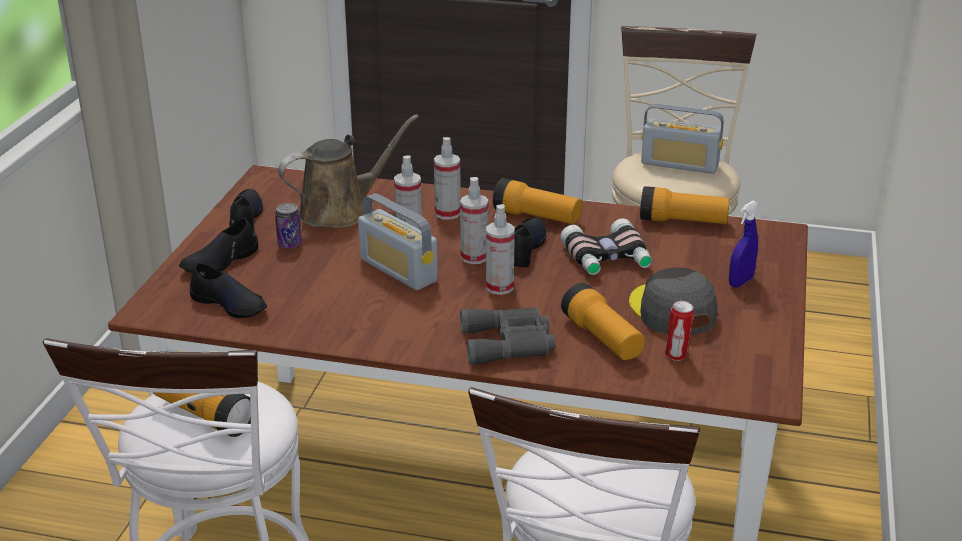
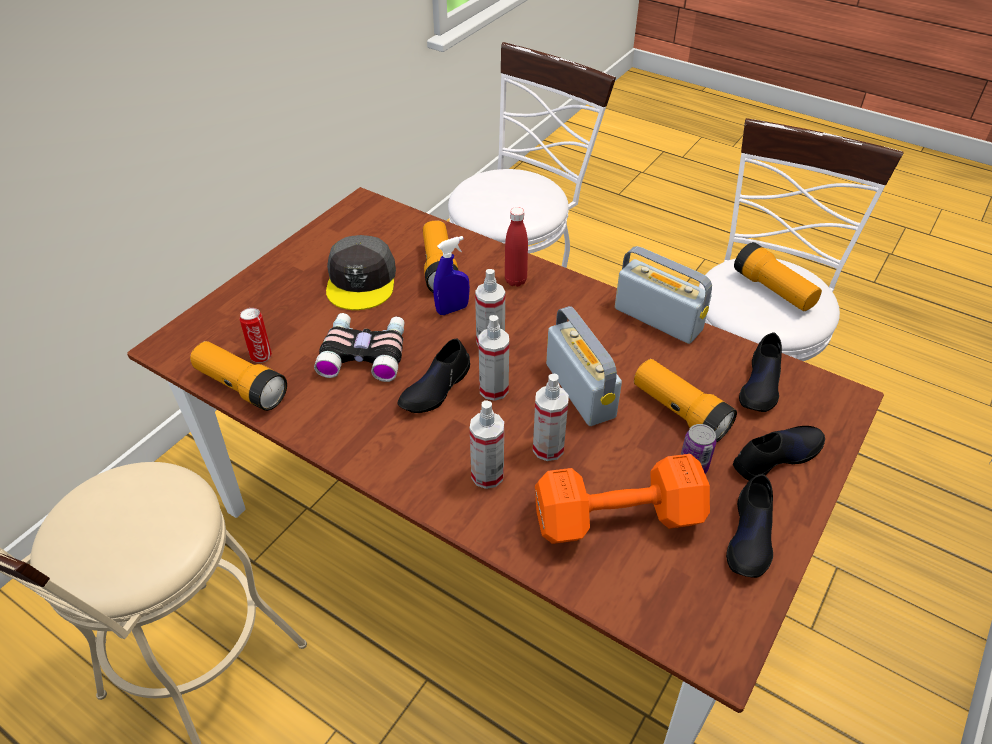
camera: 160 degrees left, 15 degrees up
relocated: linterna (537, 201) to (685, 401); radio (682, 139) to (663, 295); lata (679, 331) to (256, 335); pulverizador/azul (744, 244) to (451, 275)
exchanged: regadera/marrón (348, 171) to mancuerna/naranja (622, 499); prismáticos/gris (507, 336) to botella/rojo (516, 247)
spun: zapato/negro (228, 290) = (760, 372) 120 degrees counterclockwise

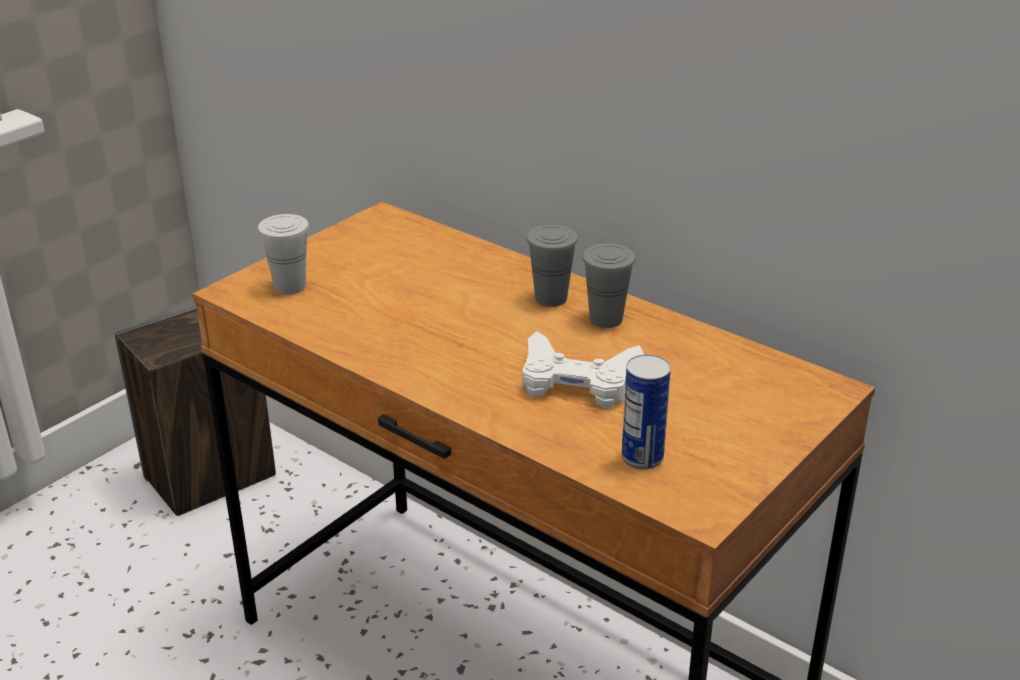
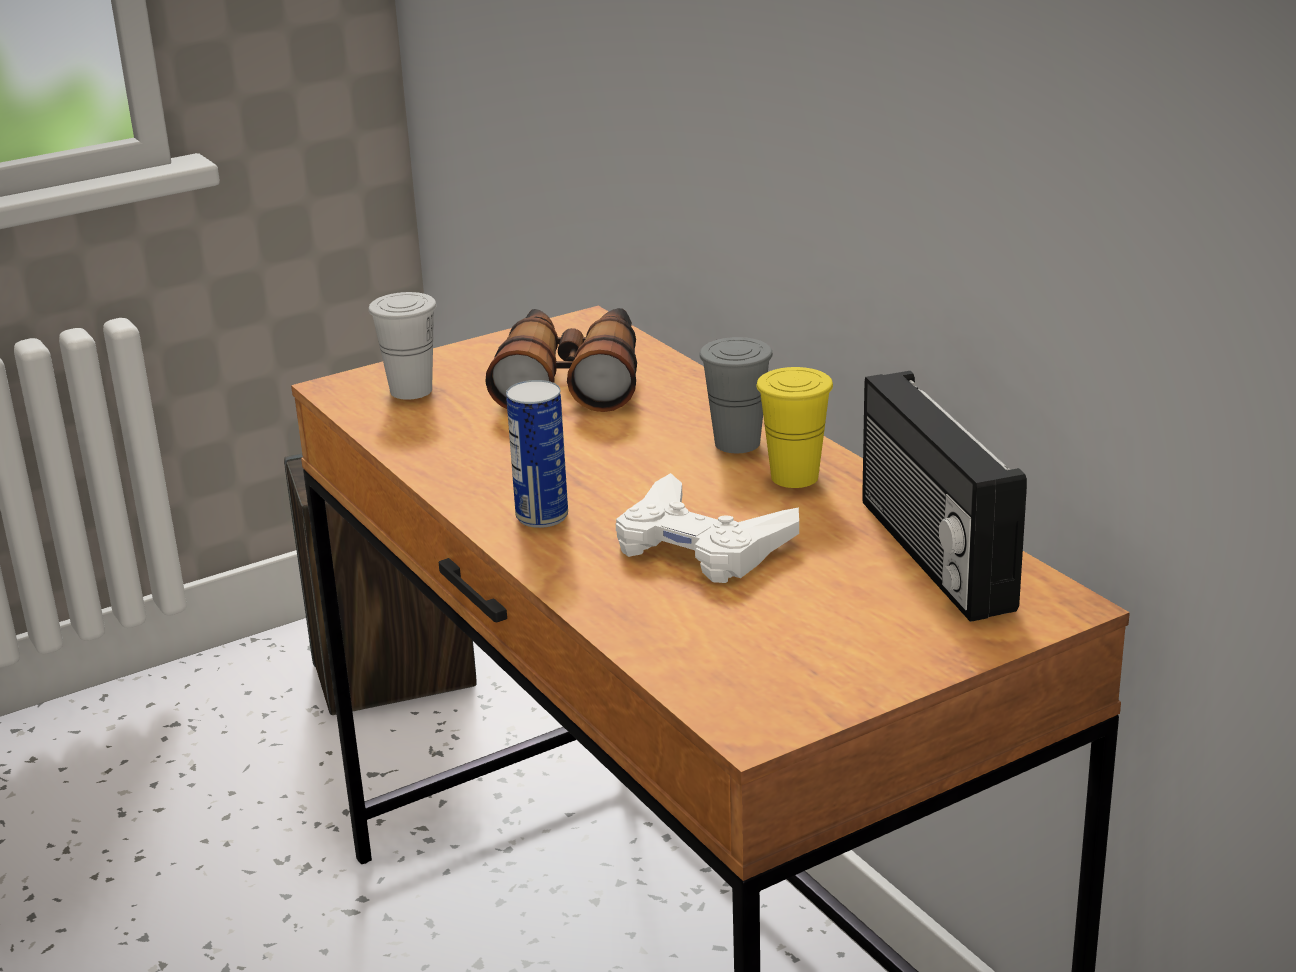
camera: 20 degrees right, 5 degrees down
appeared: prismáticos (561, 360); radio (944, 496)
relocated: lata (646, 412) to (537, 454)
colour: taza/gris (609, 286) to taza/amarillo (795, 427)

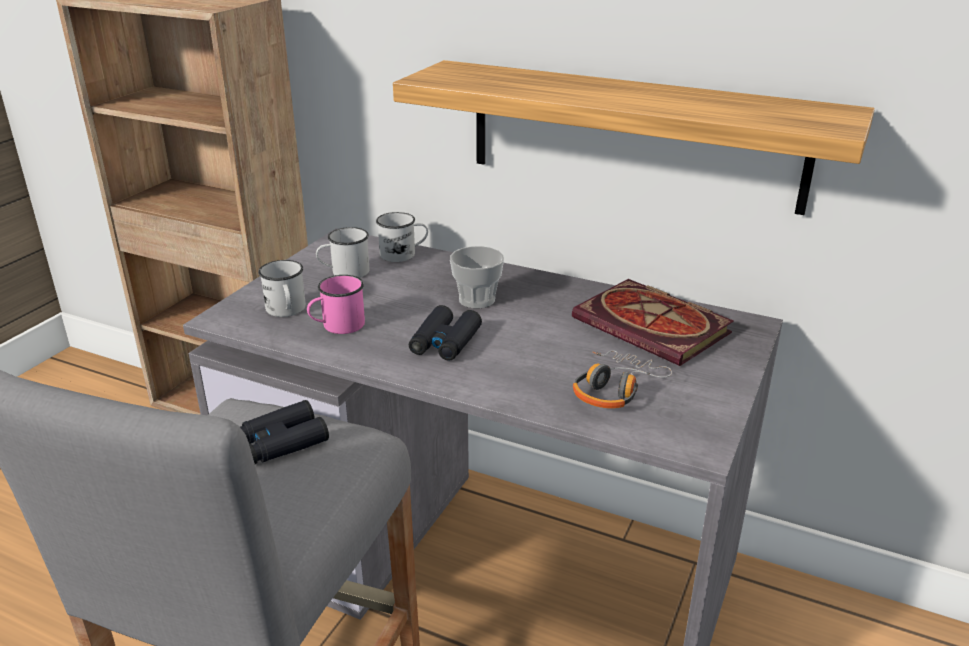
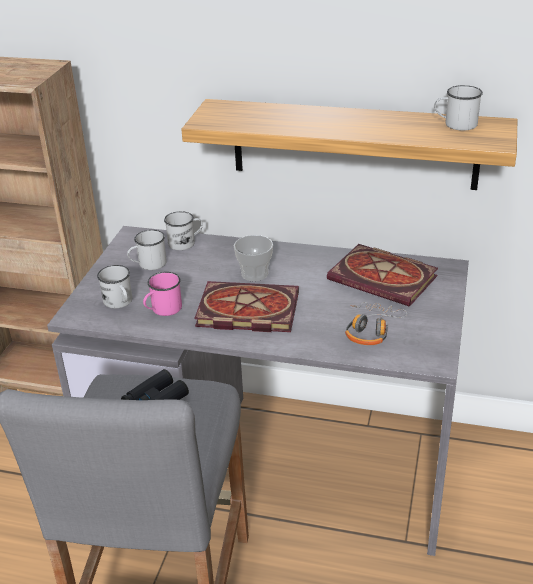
camera: 10 degrees left, 5 degrees up
appeared: taza grande/blanco (458, 108)
exchanged: prismáticos/negro (445, 333) to libro (246, 306)

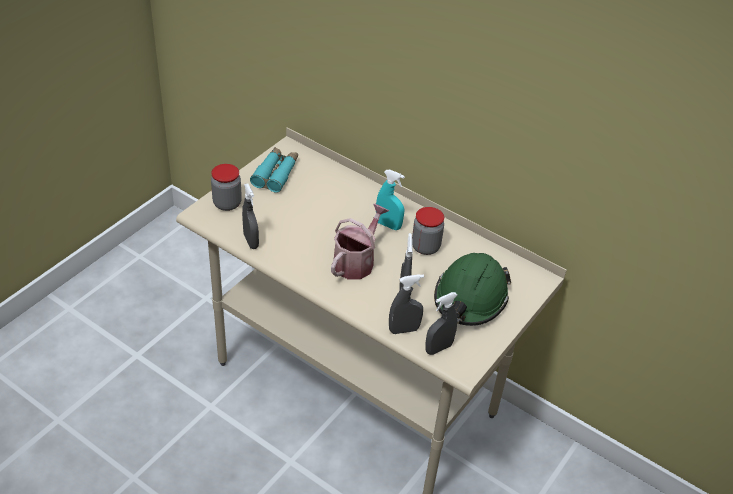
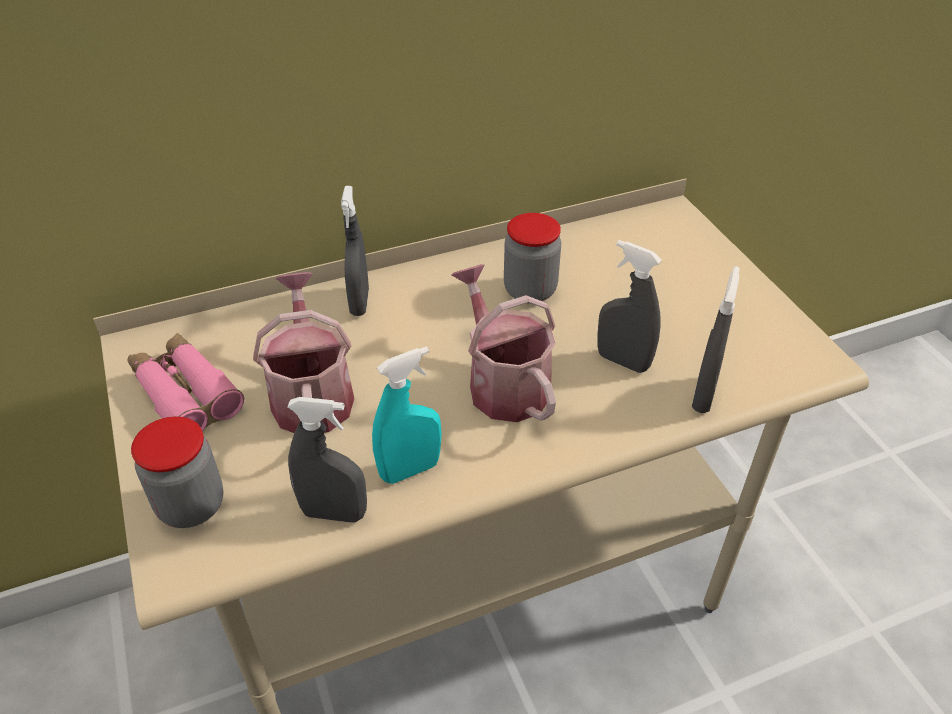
camera: 55 degrees left, 0 degrees up
missing: casco/verde (472, 289)
appeared: regadera (303, 352)
relocated: pulverizador/turquesa (390, 199) to (407, 415); pulverizador/gris (441, 323) to (355, 251)
colour: prismáticos/turquesa (274, 170) to prismáticos/rosa (186, 382)

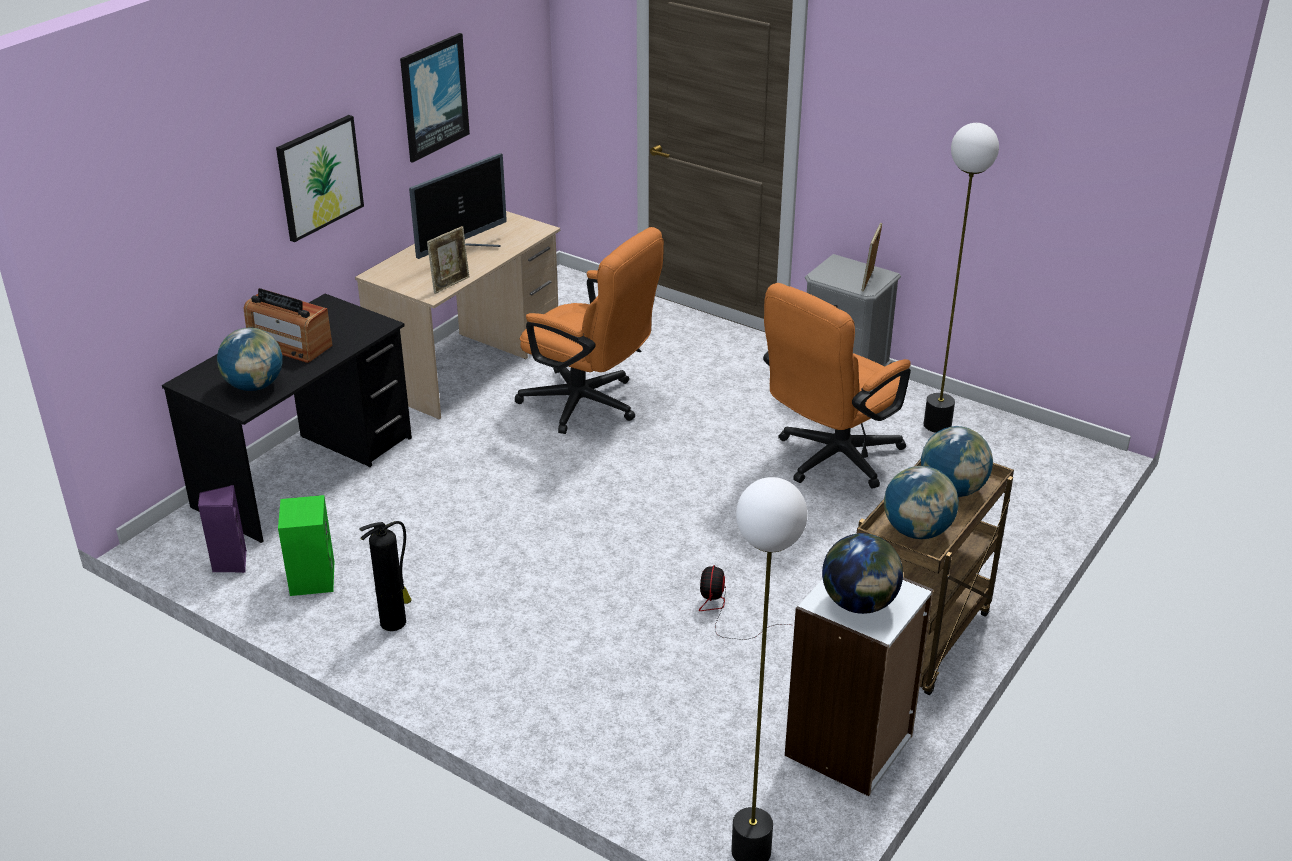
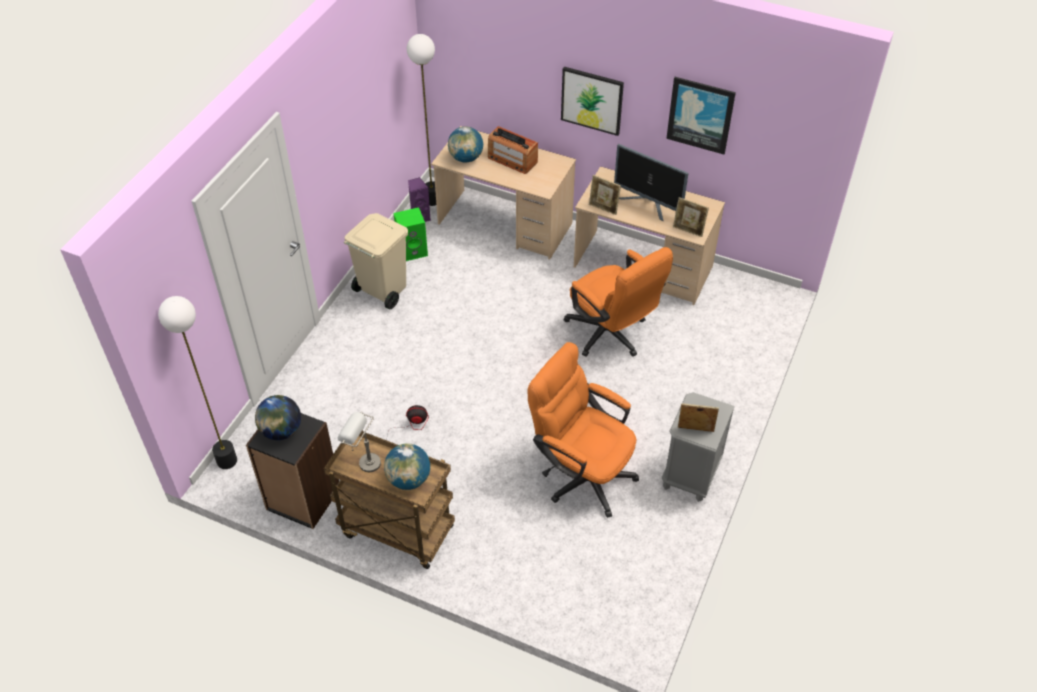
camera: 80 degrees right, 15 degrees up
appeared: portarretratos (691, 217)
relocated: lámpara de pie (961, 278) to (421, 120)
exchanged: extintor (385, 576) to papelera/beis (376, 261); globo terráqueo (921, 502) to lámpara de mesa/gris (359, 442)
colour: escritorio/negro (287, 418) to escritorio/beis (503, 193); estantería/blanco (859, 686) to estantería/negro (292, 471)
spun: radio (288, 325) = (513, 150) 75 degrees counterclockwise; silla de oficina/naranja (589, 330) = (618, 302) 60 degrees counterclockwise

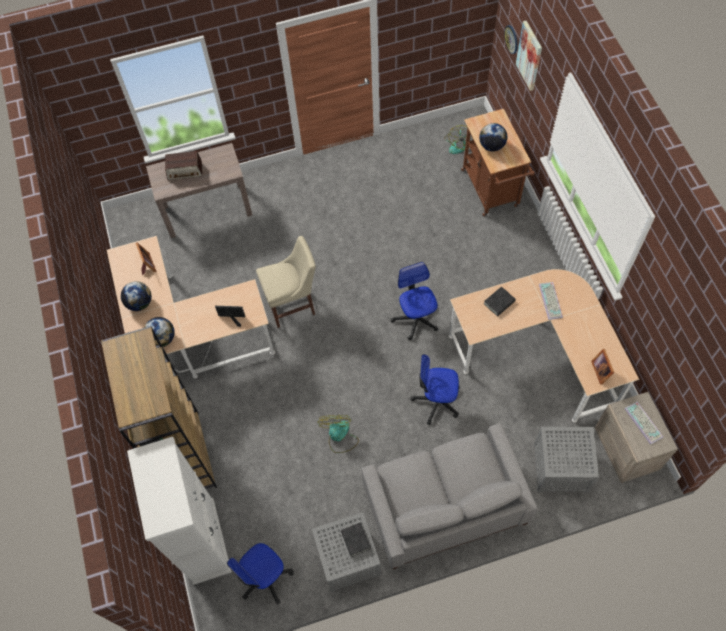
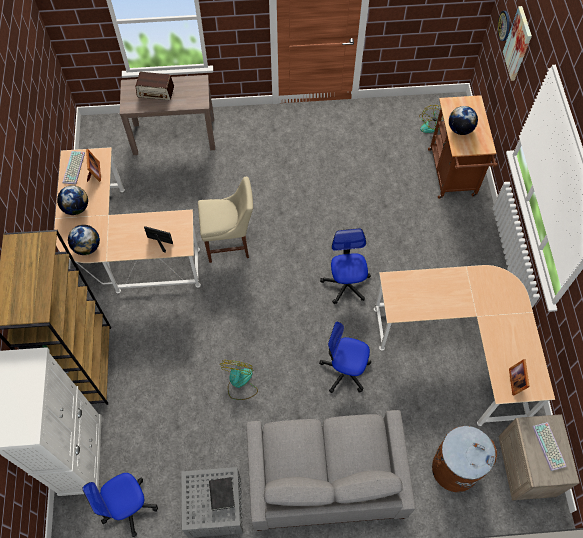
camera: 10 degrees right, 0 degrees up
missing: libro/negro (500, 301)
relocated: teclado (551, 301) to (73, 167)
exchanged: mesa auxiliar/gris (566, 460) to papelera/marrón (464, 459)

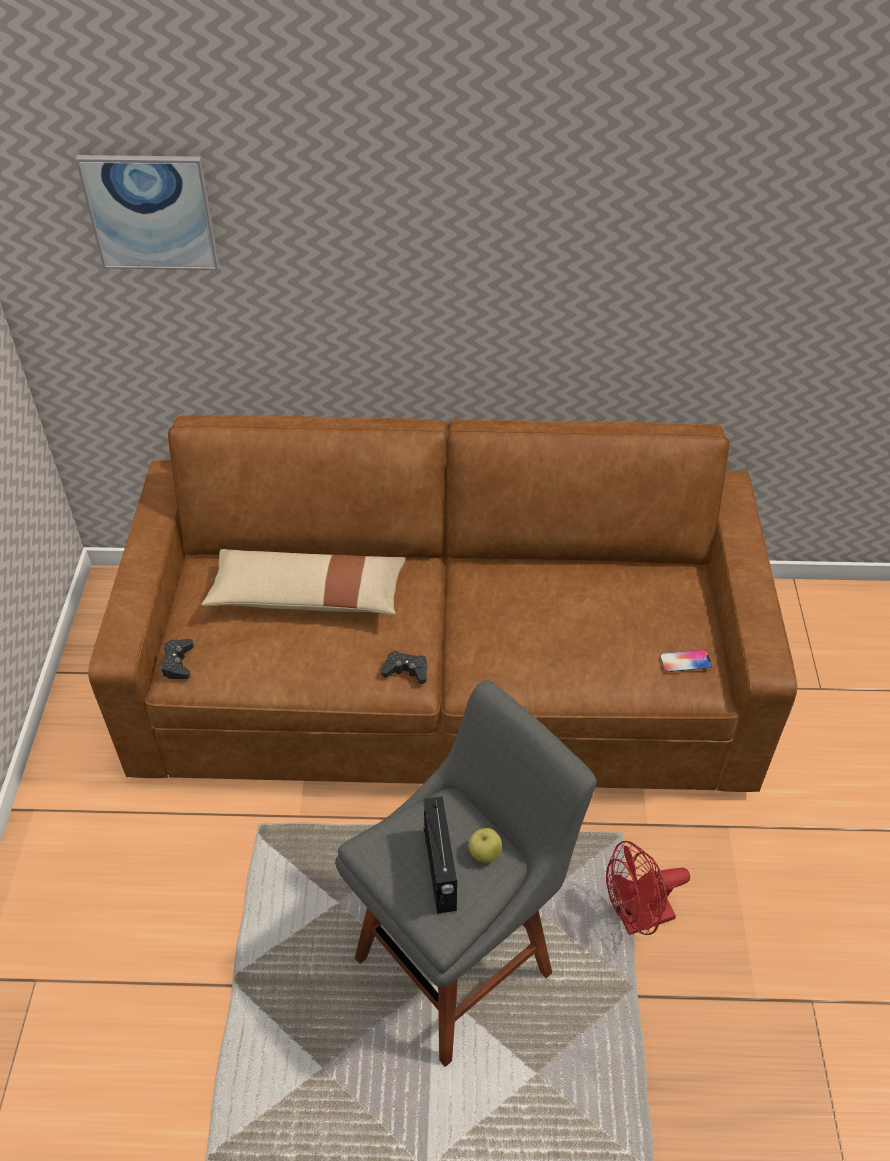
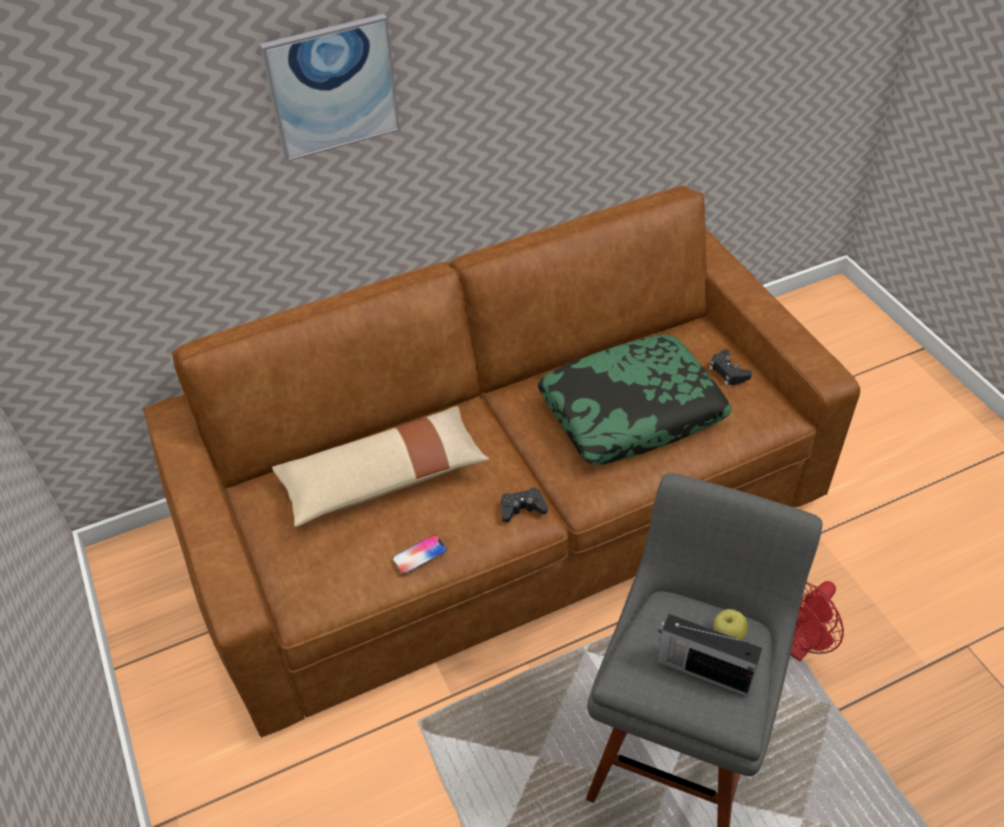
camera: 25 degrees left, 0 degrees up
appeared: cojín (634, 399)
relocated: cuadro (147, 212) to (330, 88); mando de consola/negro (177, 659) to (730, 367); móvil (686, 661) to (420, 554)
spun: radio (440, 855) = (709, 655) 150 degrees clockwise

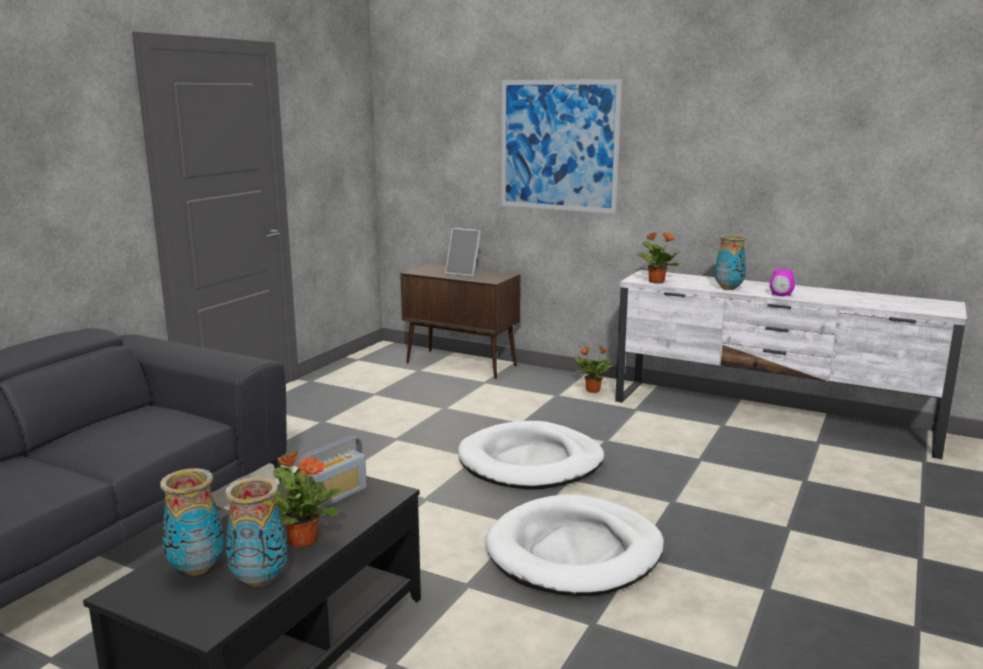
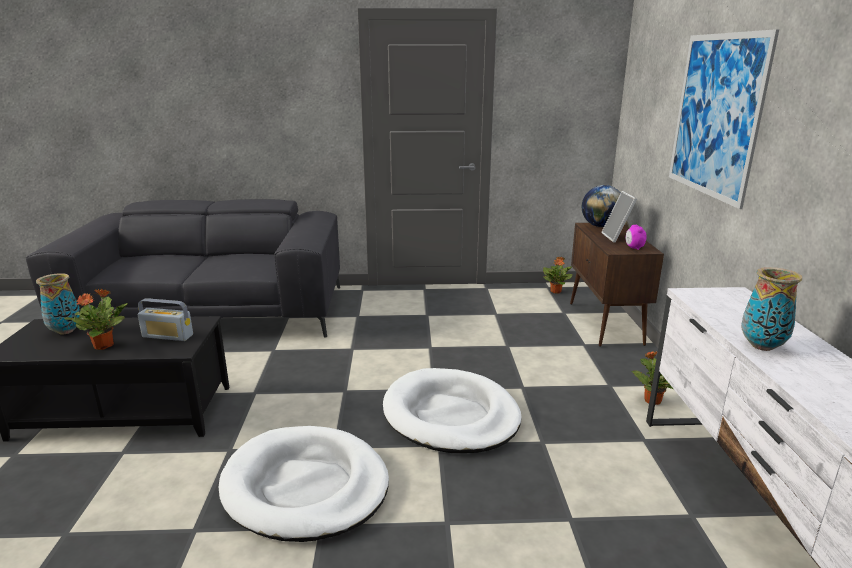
camera: 60 degrees right, 5 degrees up
missing: florero (256, 532)
appeared: globo terráqueo (601, 206)
relocated: planta en maceta (659, 257) to (558, 275); despertador (782, 282) to (636, 237)

